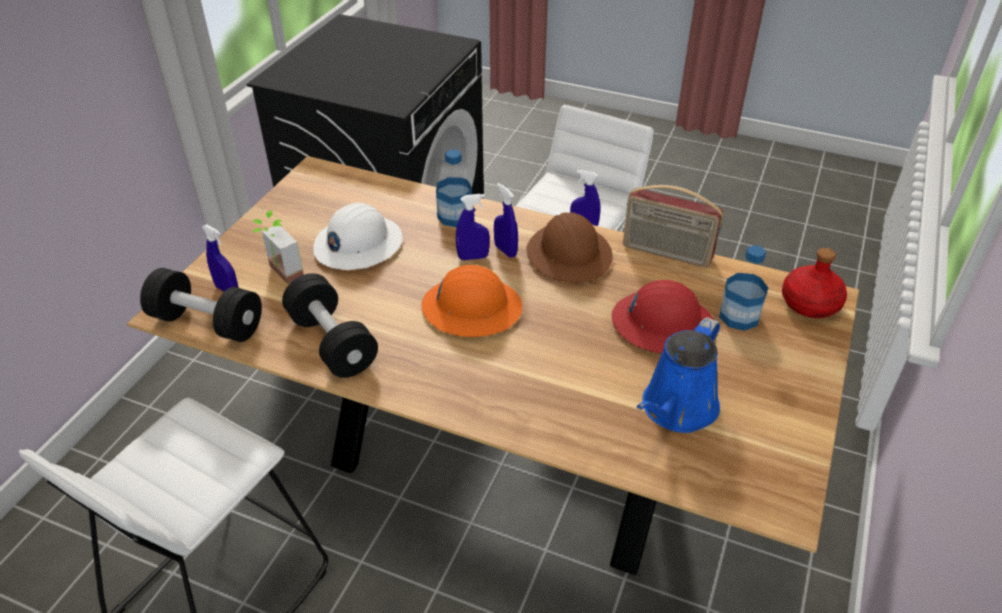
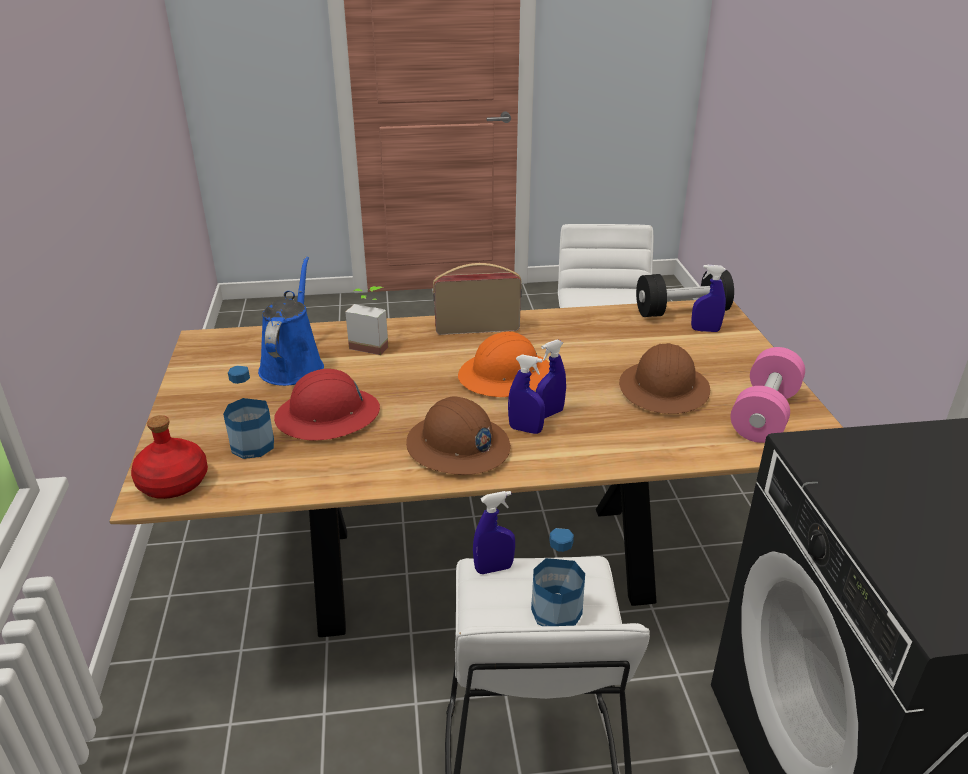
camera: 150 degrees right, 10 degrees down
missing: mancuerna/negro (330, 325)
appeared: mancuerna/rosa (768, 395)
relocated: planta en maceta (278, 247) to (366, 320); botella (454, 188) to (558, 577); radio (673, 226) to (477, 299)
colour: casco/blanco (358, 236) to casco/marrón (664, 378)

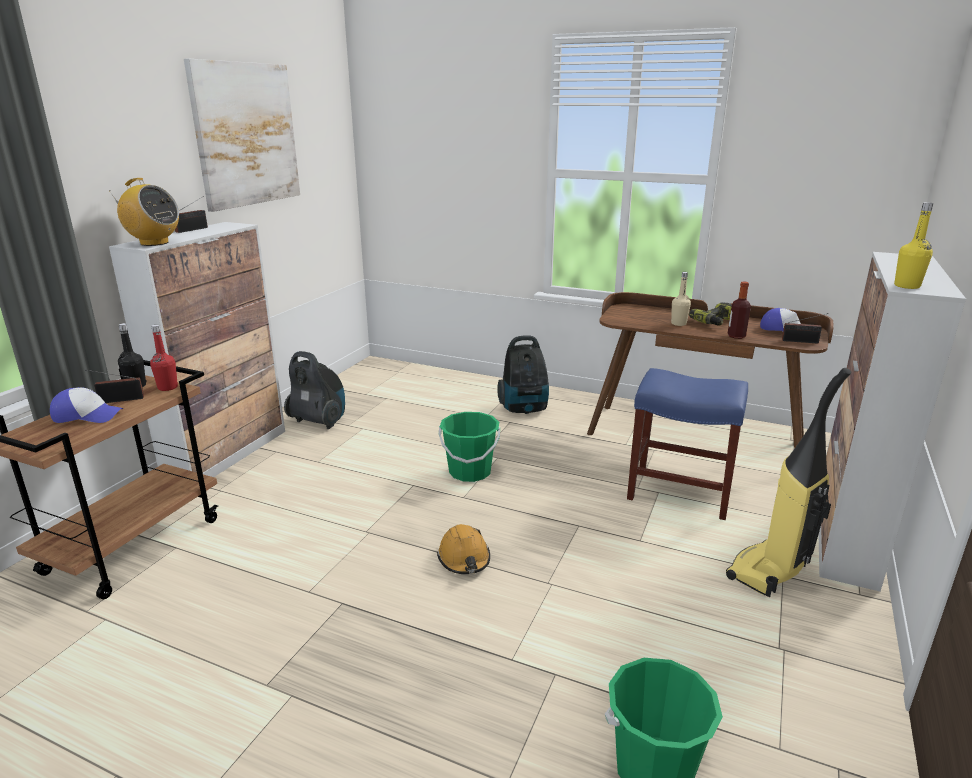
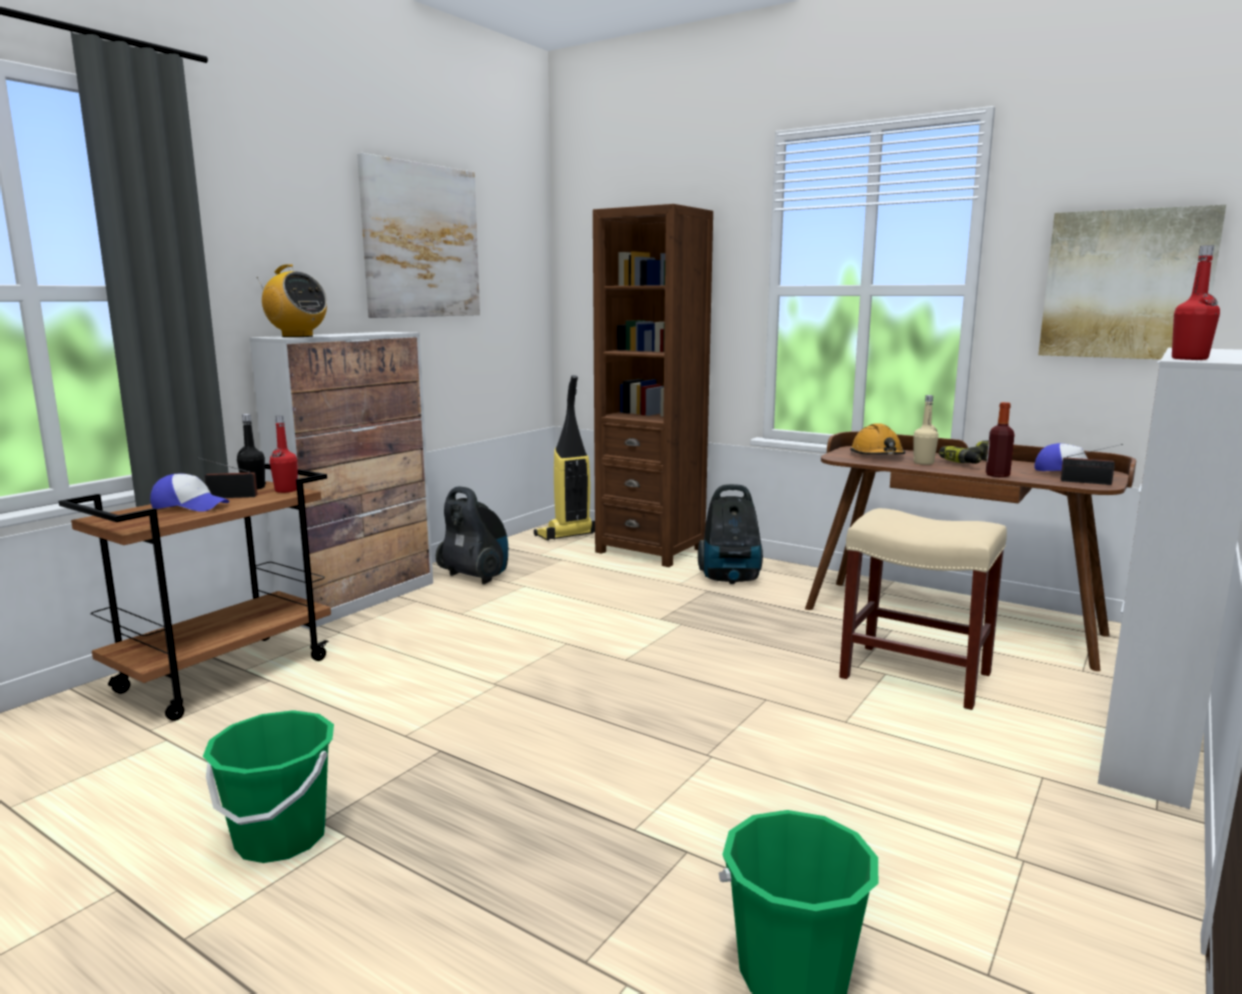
camera: 10 degrees right, 10 degrees down
missing: radio (191, 214)
appeared: estantería/marrón (653, 385); cuadro (1132, 282)
relocated: casco/naranja (463, 549) to (877, 439); cubo/verde (469, 447) to (268, 786); aspiradora (788, 482) to (564, 458)
colour: taburete/azul (687, 444) to taburete/beis (923, 609); botella/amarillo (914, 245) to botella/rojo (1196, 302)

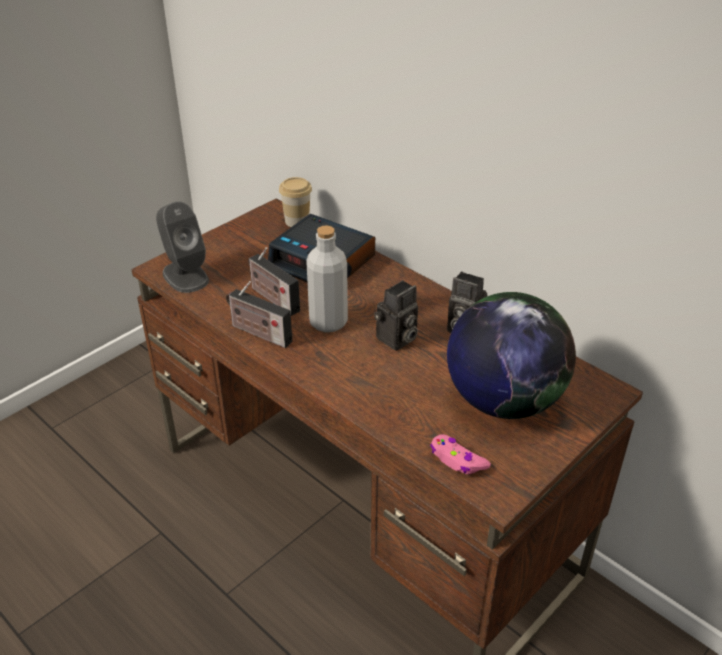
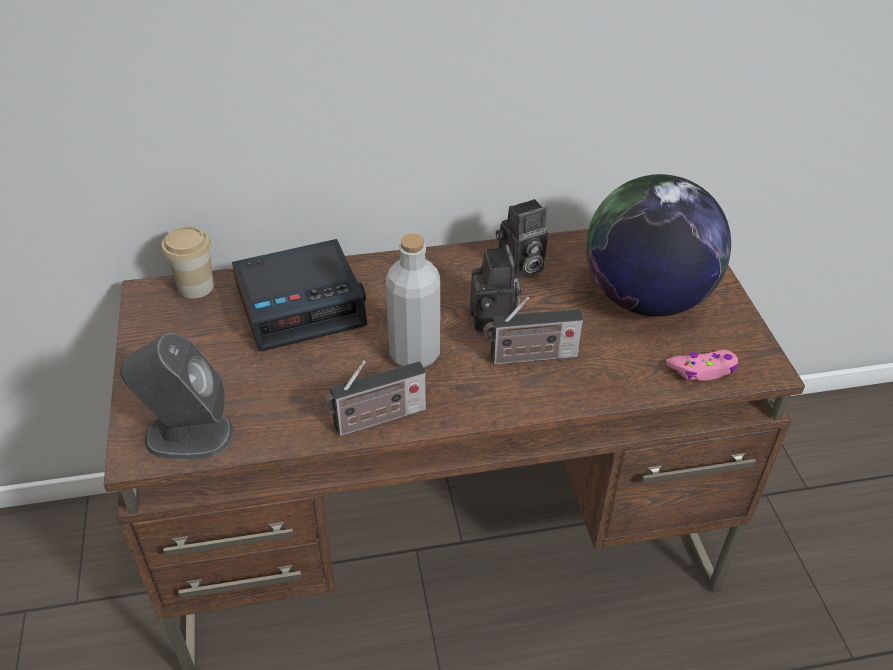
camera: 55 degrees left, 5 degrees up
relocated: radio (274, 281) to (533, 331)

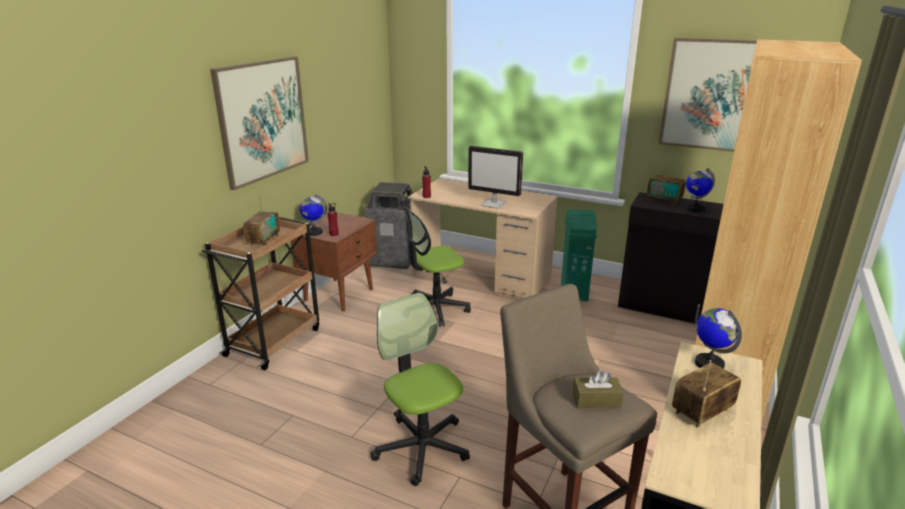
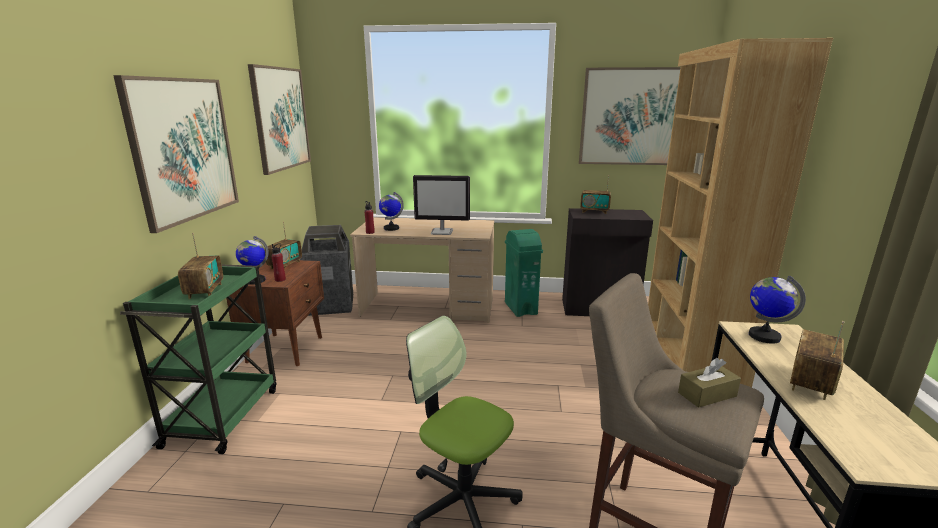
camera: 20 degrees left, 5 degrees down
missing: silla de oficina (437, 266)
appeared: cuadro (279, 119); radio (283, 245)
relocated: globo terráqueo (700, 190) to (391, 211)
colour: carrito/marrón (261, 293) to carrito/verde (198, 359)

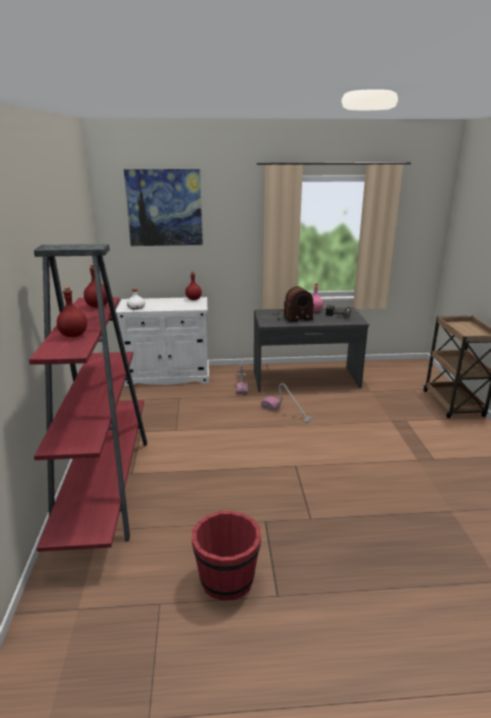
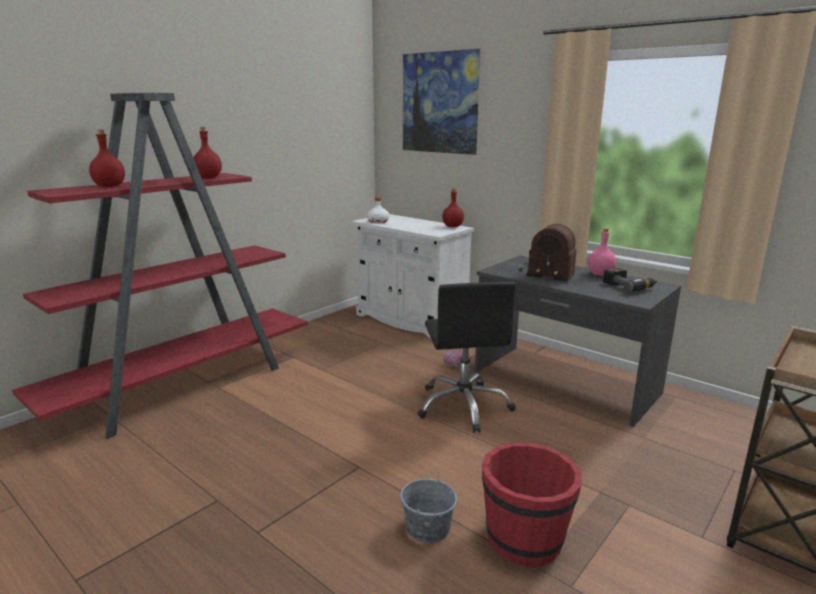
camera: 45 degrees right, 5 degrees down
appeared: cubo/gris (428, 505)
relocated: cubo/rojo (226, 556) to (532, 504)
exchanged: aspiradora (286, 403) to silla de oficina/negro (466, 357)

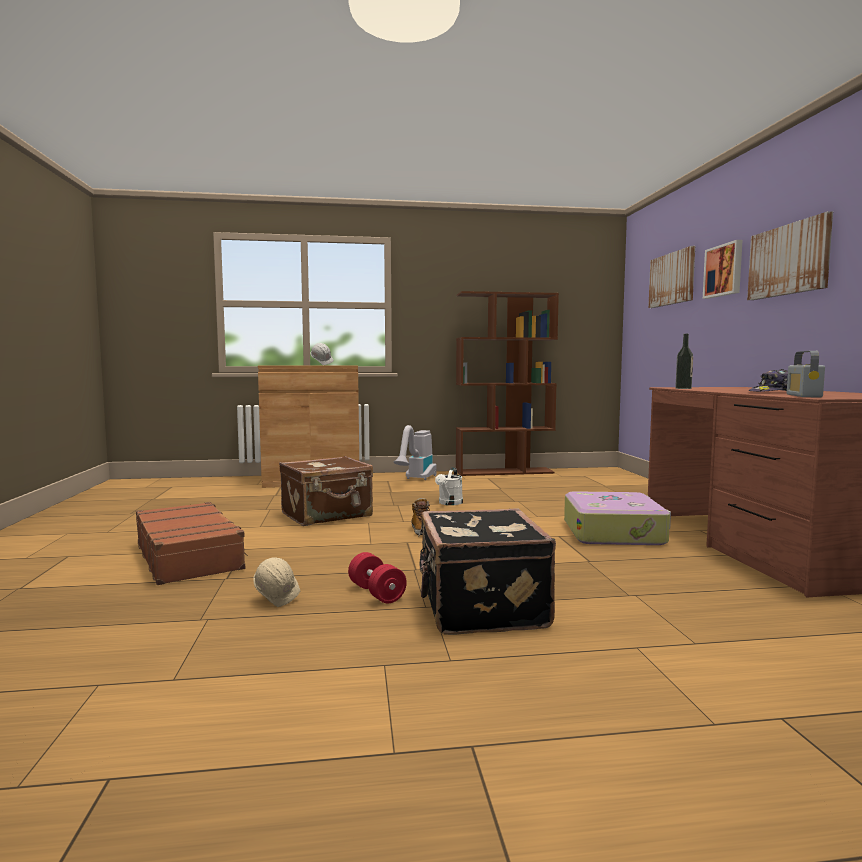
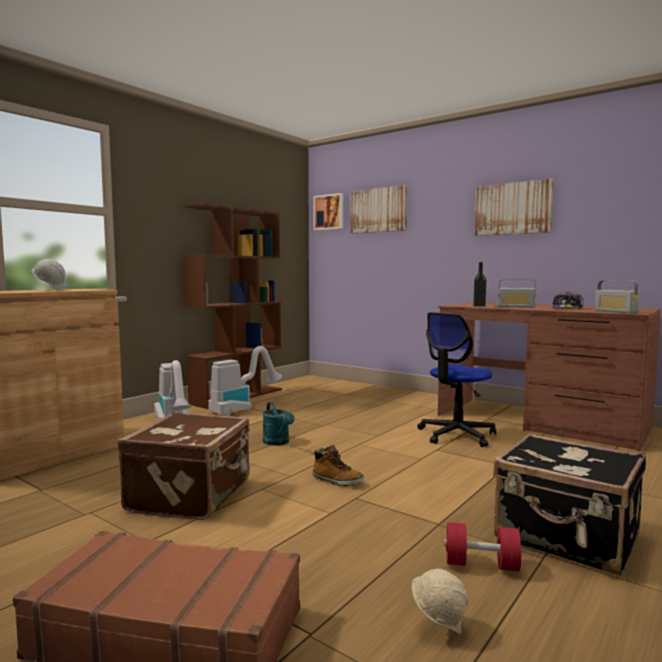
camera: 45 degrees left, 0 degrees up
appeared: aspiradora (245, 381); radio (517, 293)
relocated: cuadro (723, 269) to (328, 211)
exchanged: maleta (617, 518) to silla de oficina (456, 379)
colour: regadera/blanco (449, 486) to regadera/turquesa (278, 424)

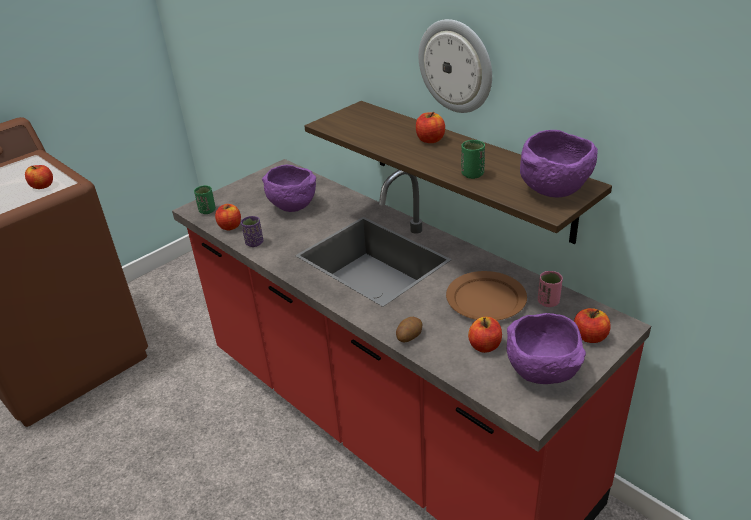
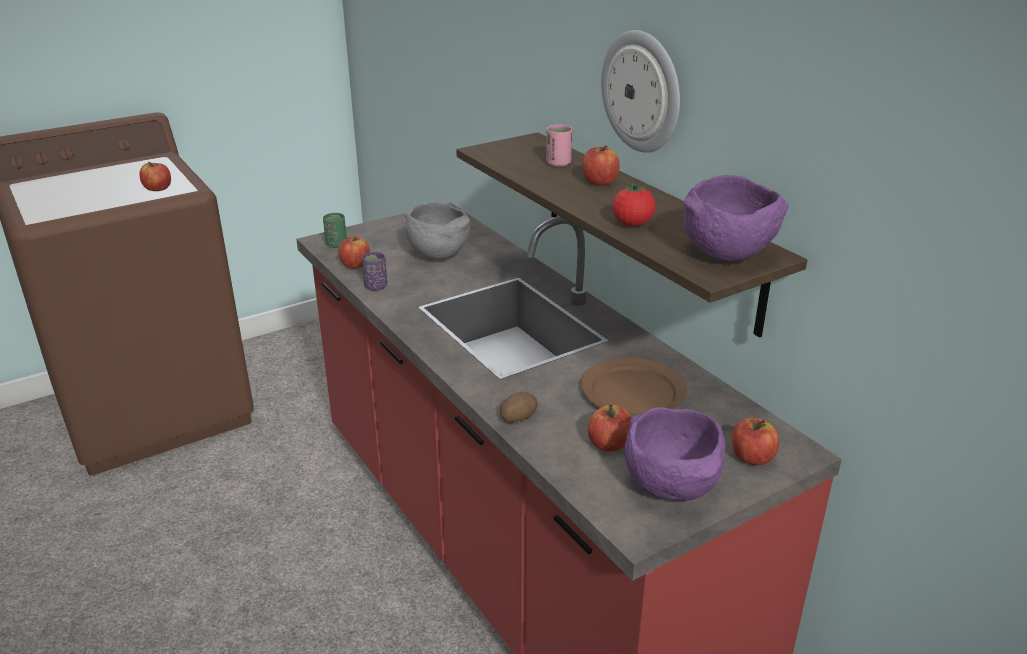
camera: 10 degrees right, 5 degrees down
relocated: taza/rosa (550, 289) to (559, 146)
exchanged: taza/verde (473, 159) to tomate (634, 204)
colour: cuenco/morado (289, 188) to cuenco/gris (437, 230)

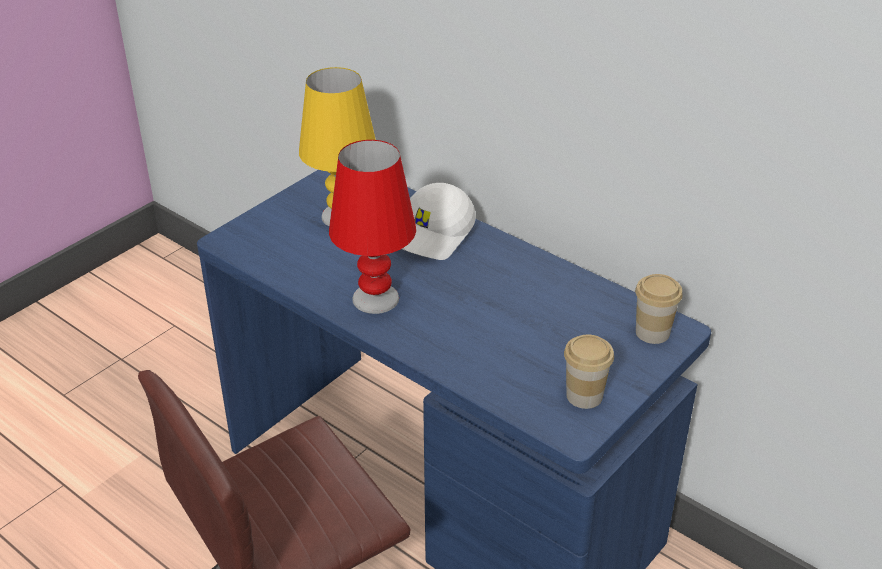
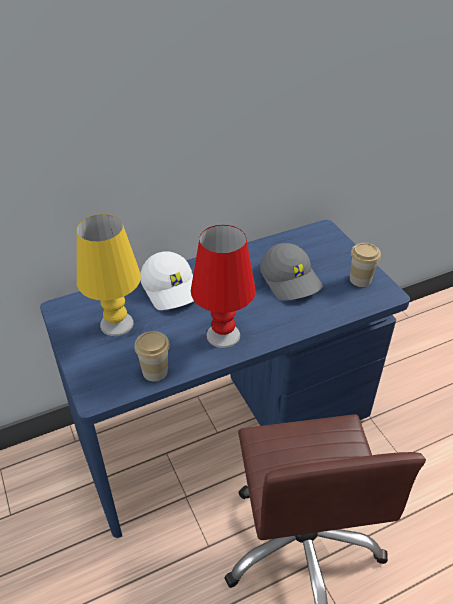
camera: 65 degrees left, 5 degrees up
appeared: gorra/gris (291, 272)
relocated: taza (659, 309) to (152, 356)

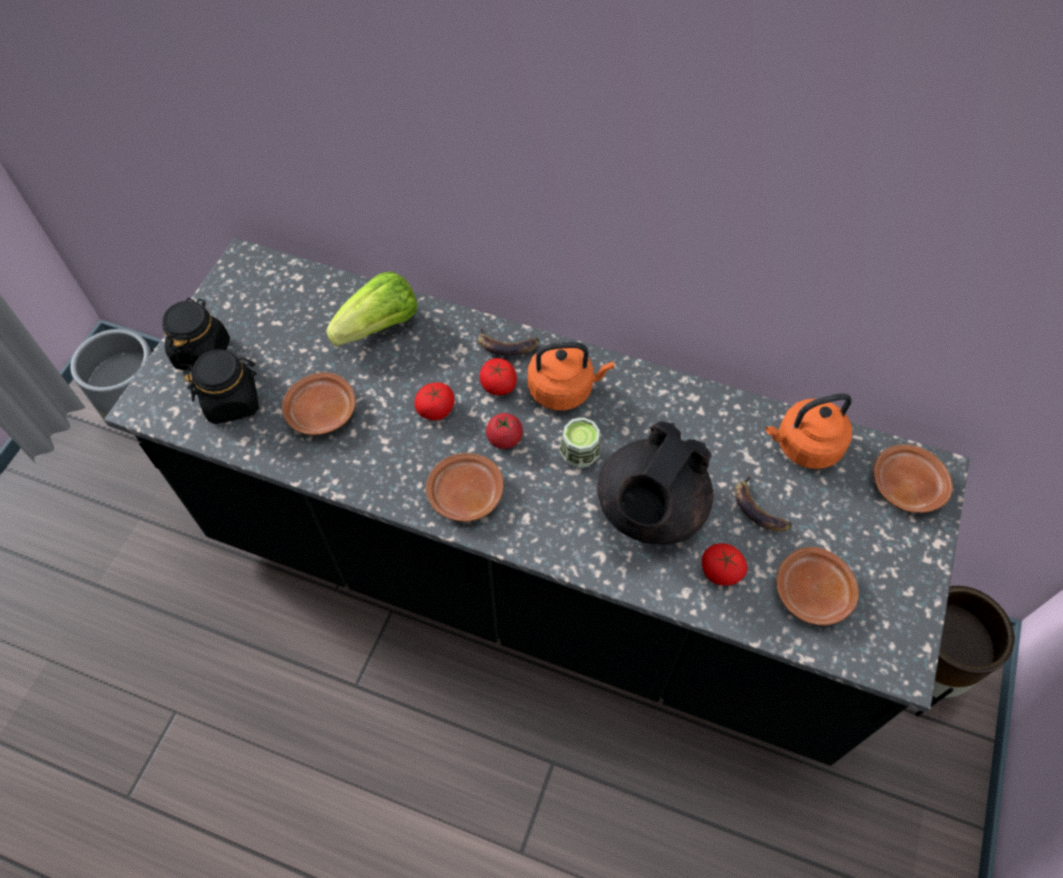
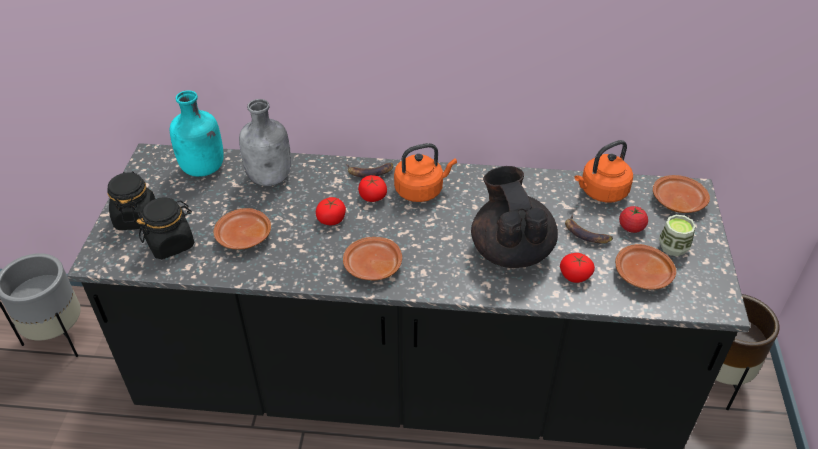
camera: 15 degrees left, 15 degrees down
appeared: botella/turquesa (197, 133)
relocated: tomate (504, 431) to (633, 219); taza (580, 443) to (677, 235)
exchanged: lechuga (371, 308) to botella/gris (265, 142)
spun: tetera/negro (655, 483) = (514, 217) 150 degrees clockwise

